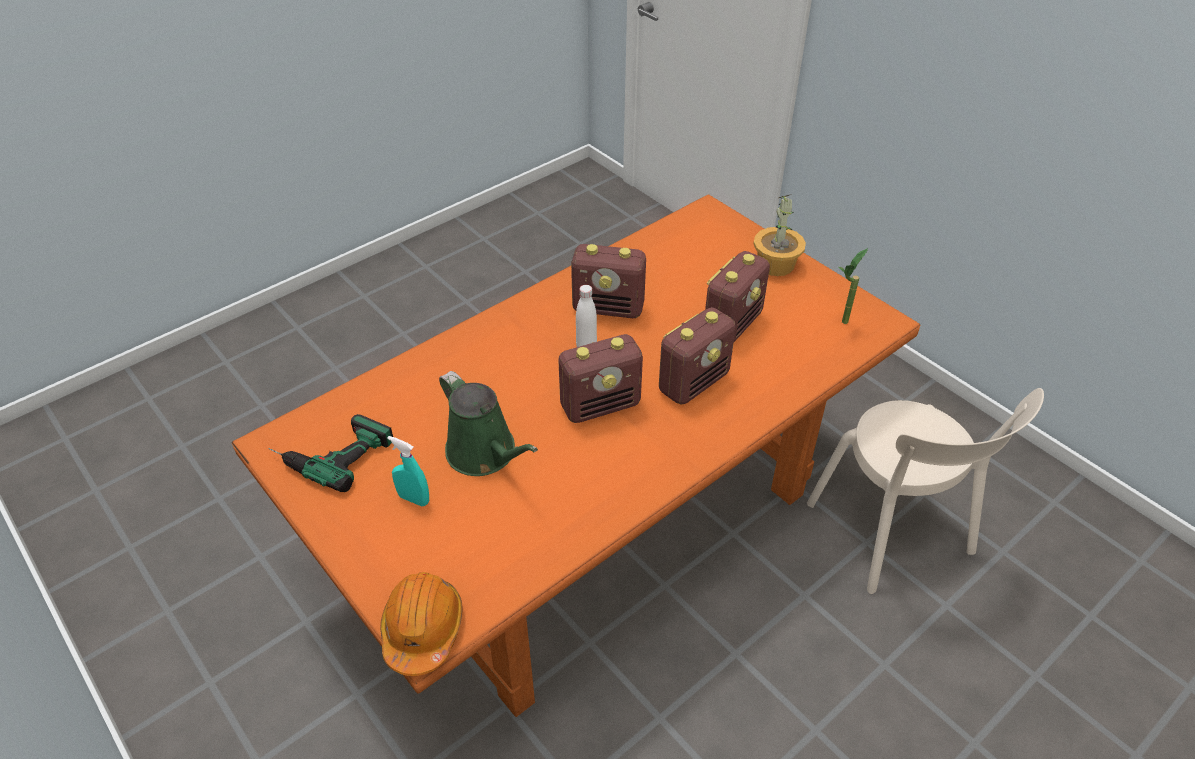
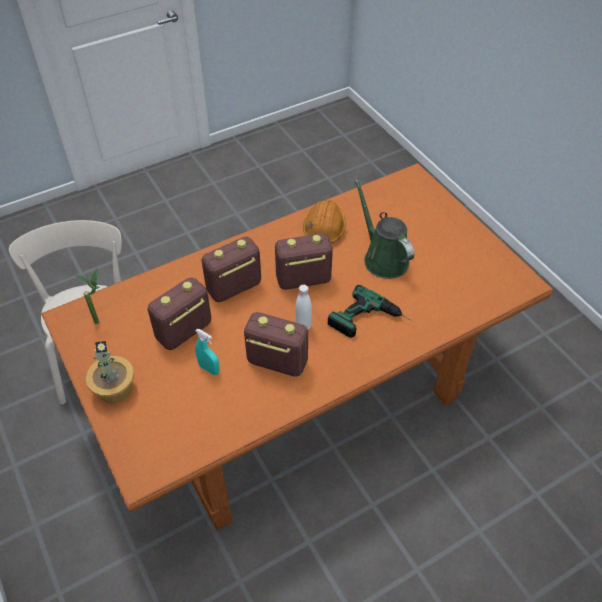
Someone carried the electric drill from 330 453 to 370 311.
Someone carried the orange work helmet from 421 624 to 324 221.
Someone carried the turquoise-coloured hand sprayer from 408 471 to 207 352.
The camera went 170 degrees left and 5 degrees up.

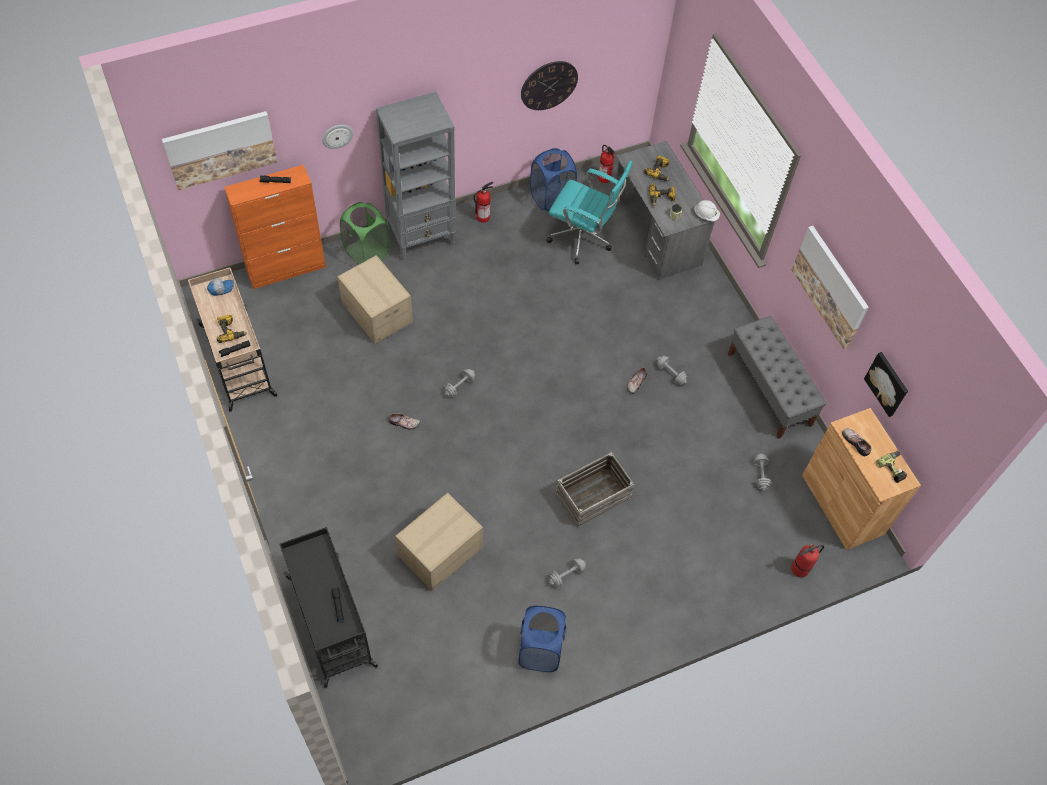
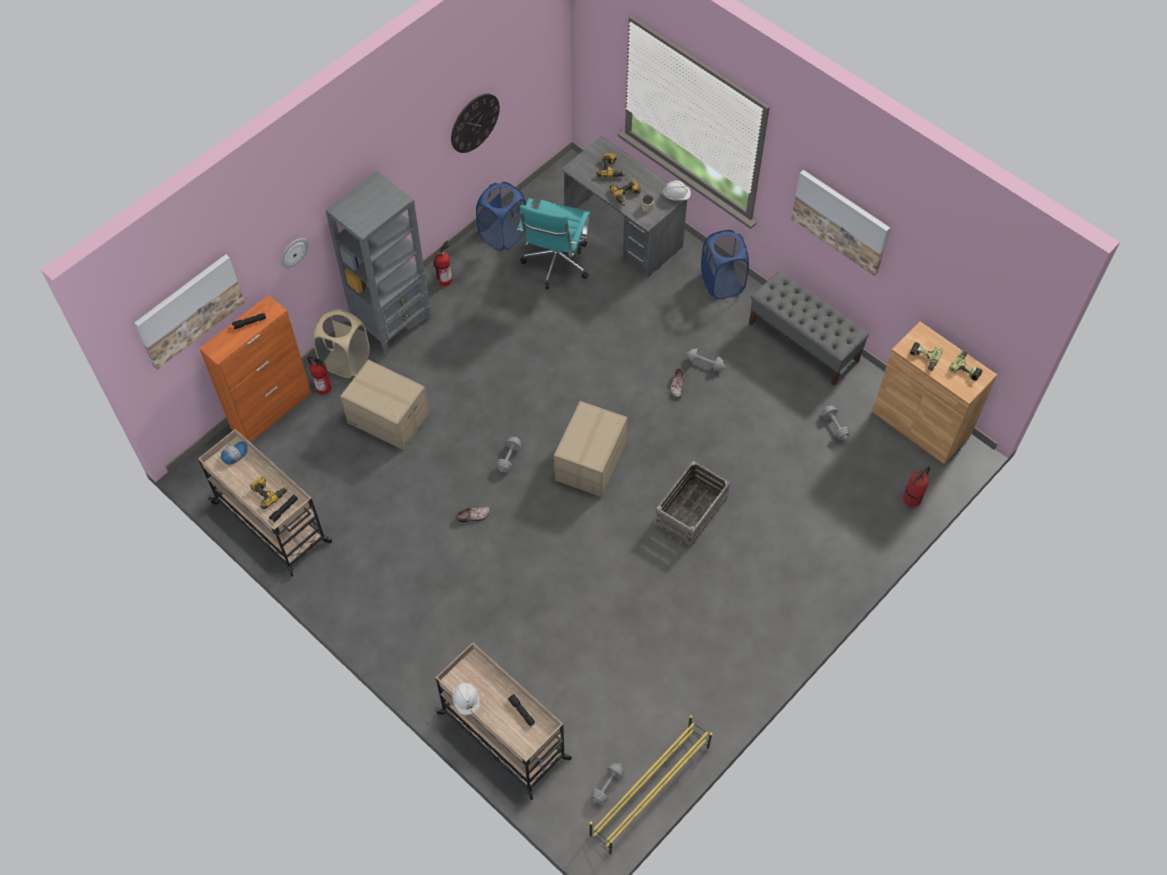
Someone repainted the black wheeled cart at 328 607, which became the beige-coloured wheeled cart at 503 721.
Someone repainted the greenish washing basket at 365 233, which became the beige-coloured washing basket at 341 343.
Someone carried the cardboard box from 439 542 to 590 449.
Someone carried the bluish washing basket from 542 639 to 725 264.
Someone rotated the turquoise-coloured desk chair at 589 212 by 105 degrees clockwise.
Someone carried the greyish free weight from 567 572 to 607 783.
Someone carried the fire extinguisher from 606 164 to 319 375.
Someone swapped the shoe at 856 442 for the electric drill at 926 356.
Someone took away the picture at 886 384.
Someone put down the white-coloured work helmet at 466 699.
Someone put down the yellow shoe rack at 650 785.
The camera went 20 degrees left and 0 degrees up.

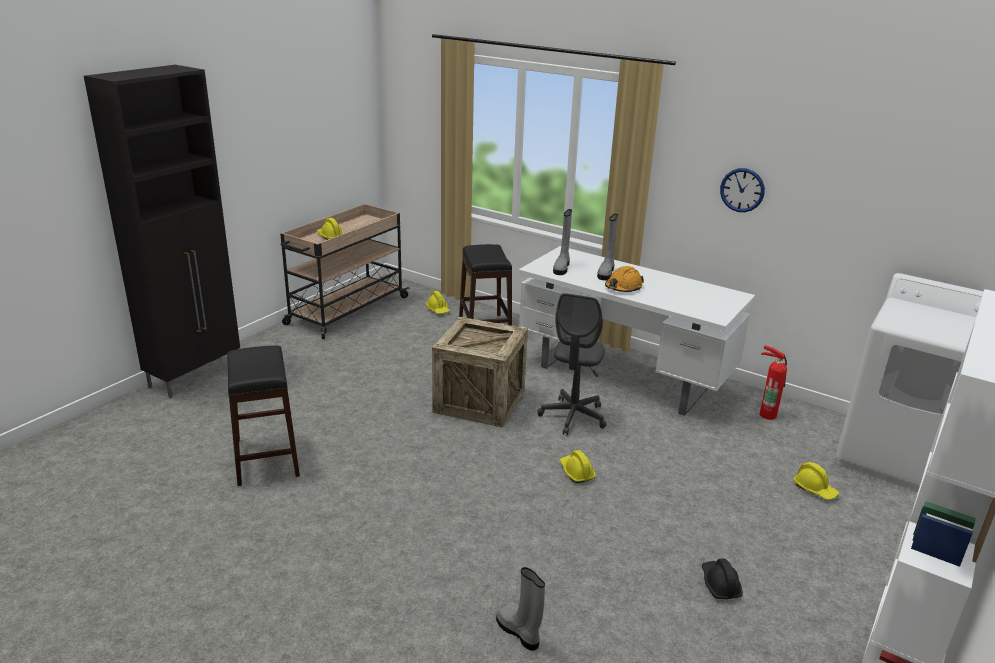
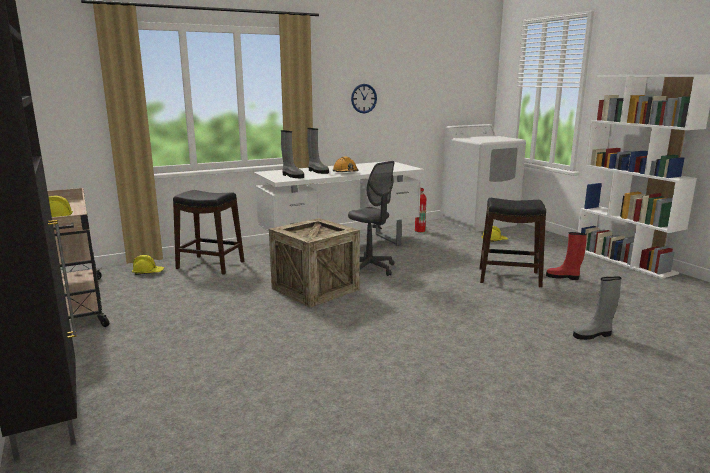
Someone carried the black stool seat from 263 415 to 512 242.
Someone took away the yellow work helmet at 578 466.
Someone swapped the black work helmet at 722 579 for the red high-top boot at 566 256.
The camera went 60 degrees left and 10 degrees down.

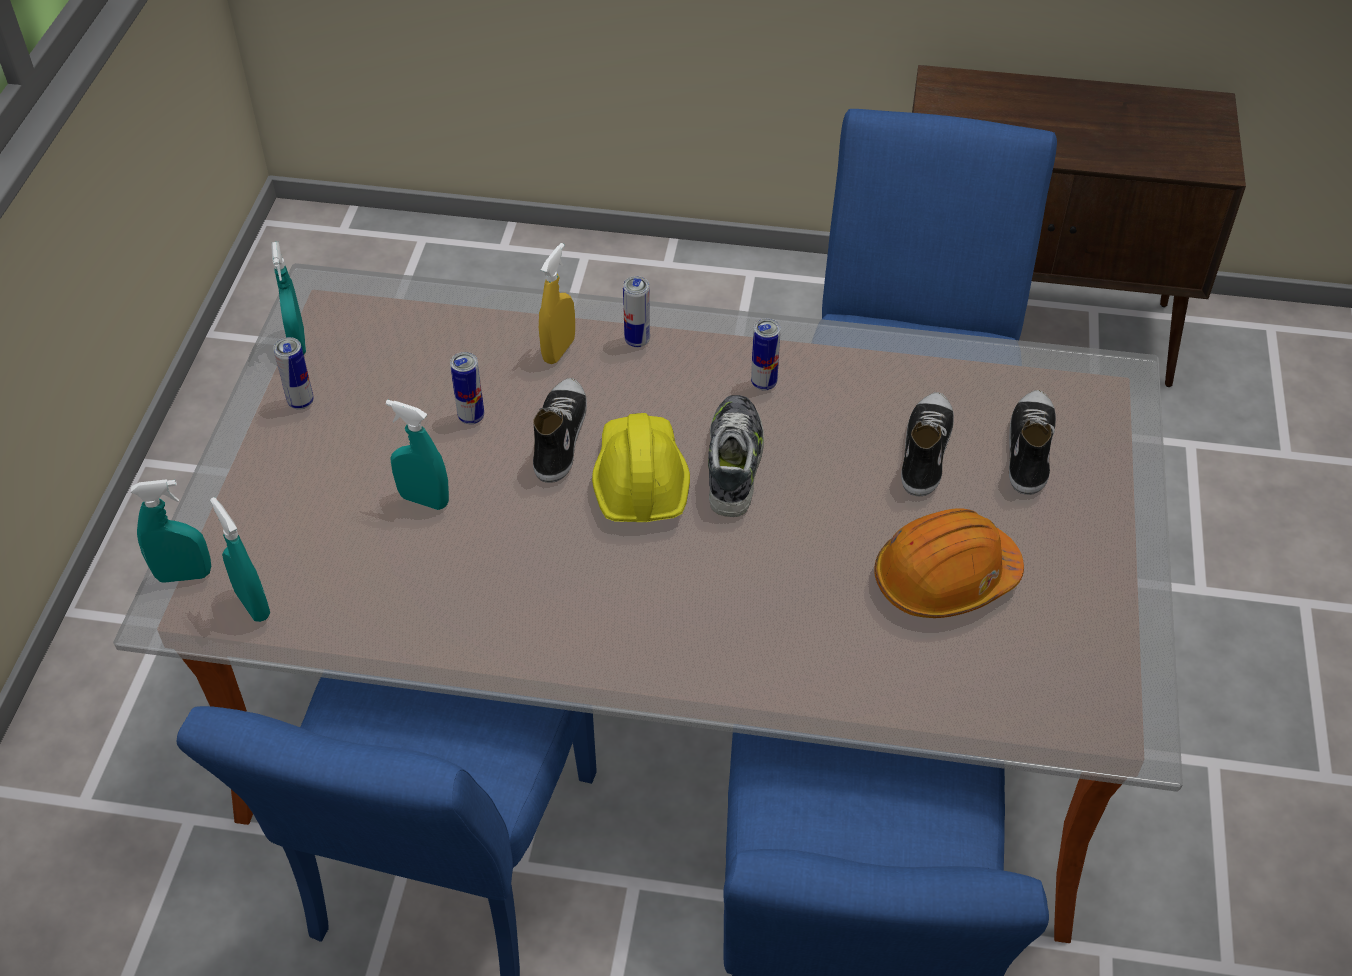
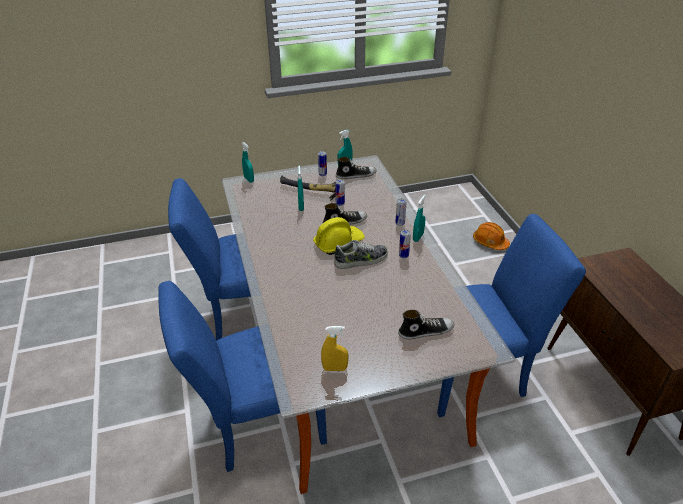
Someone carried the turquoise-coloured hand sprayer from 240 559 to 419 218.
Someone carried the yellow hand sprayer from 557 303 to 334 348.
Someone carried the orange work helmet from 949 563 to 491 236.
Someone carried the shoe from 927 444 to 356 168.
Someone put down the tool hammer at 308 188.
The camera went 65 degrees right and 10 degrees down.

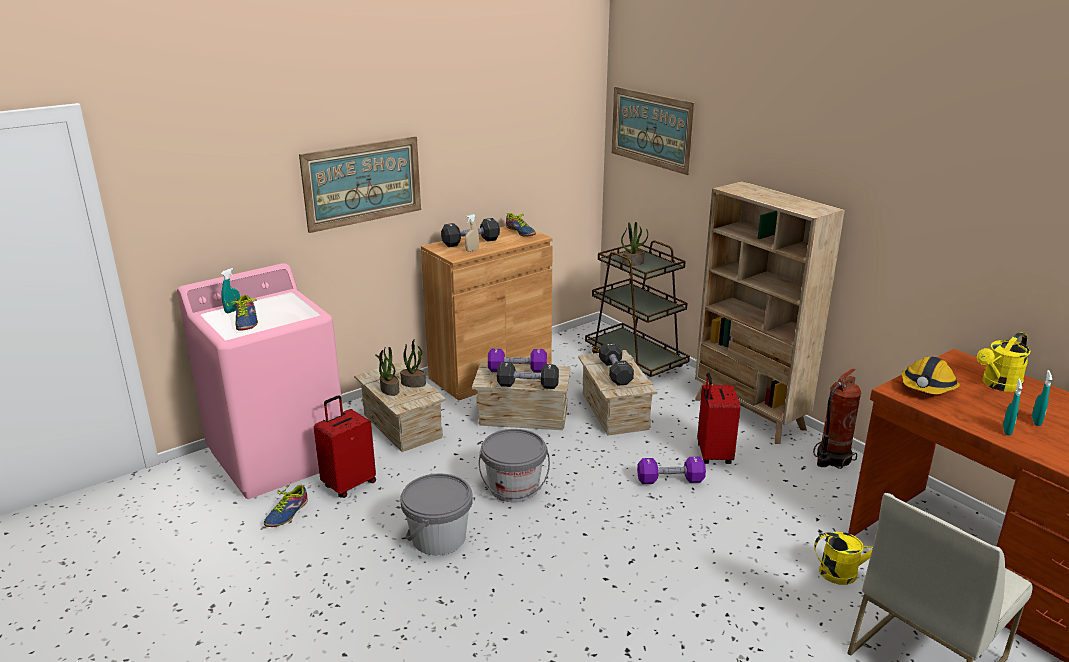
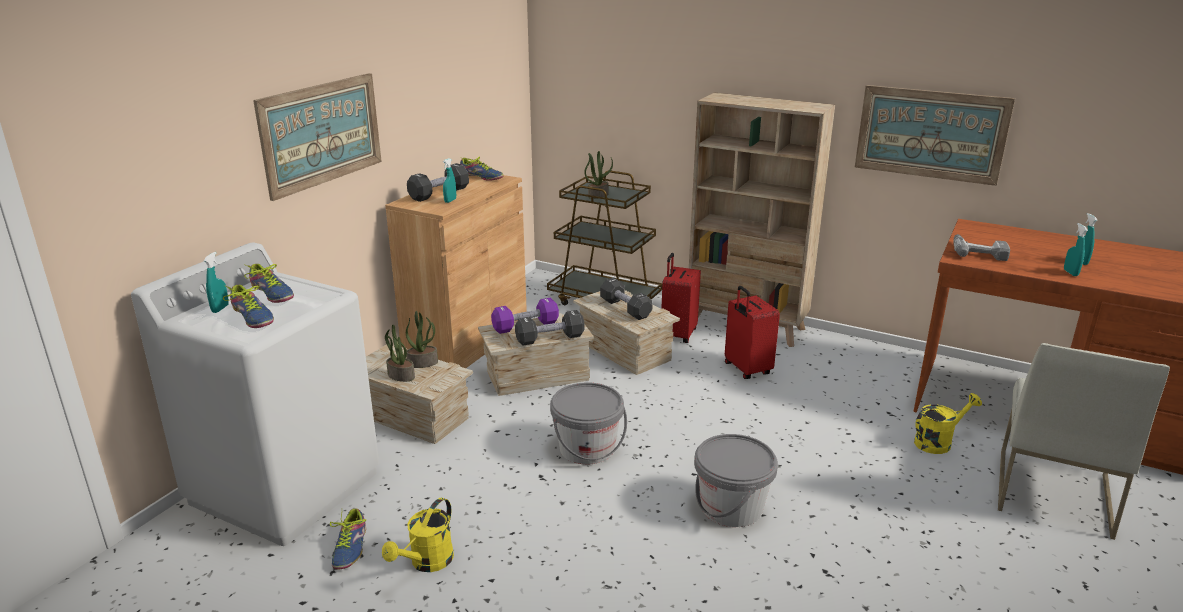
Someone repainted the pink-coloured laundry appliance at 260 381, which became the white-coloured laundry appliance at 255 394.
Someone carried the red travel case from 345 446 to 681 298.
Someone carried the greyish bucket from 436 514 to 736 480.
Someone repainted the beige-coloured hand sprayer at 472 233, which became the turquoise-coloured hand sprayer at 449 180.
Someone carried the picture from 654 131 to 935 135.
Someone took away the purple-coloured free weight at 671 470.
Someone took away the fire extinguisher at 837 418.
Someone swapped the work helmet at 931 375 for the electric drill at 982 247.
Someone carried the yellow sprinkling can from 1004 362 to 418 535.
Someone put down the shoe at 269 283.
The camera went 25 degrees left and 0 degrees up.

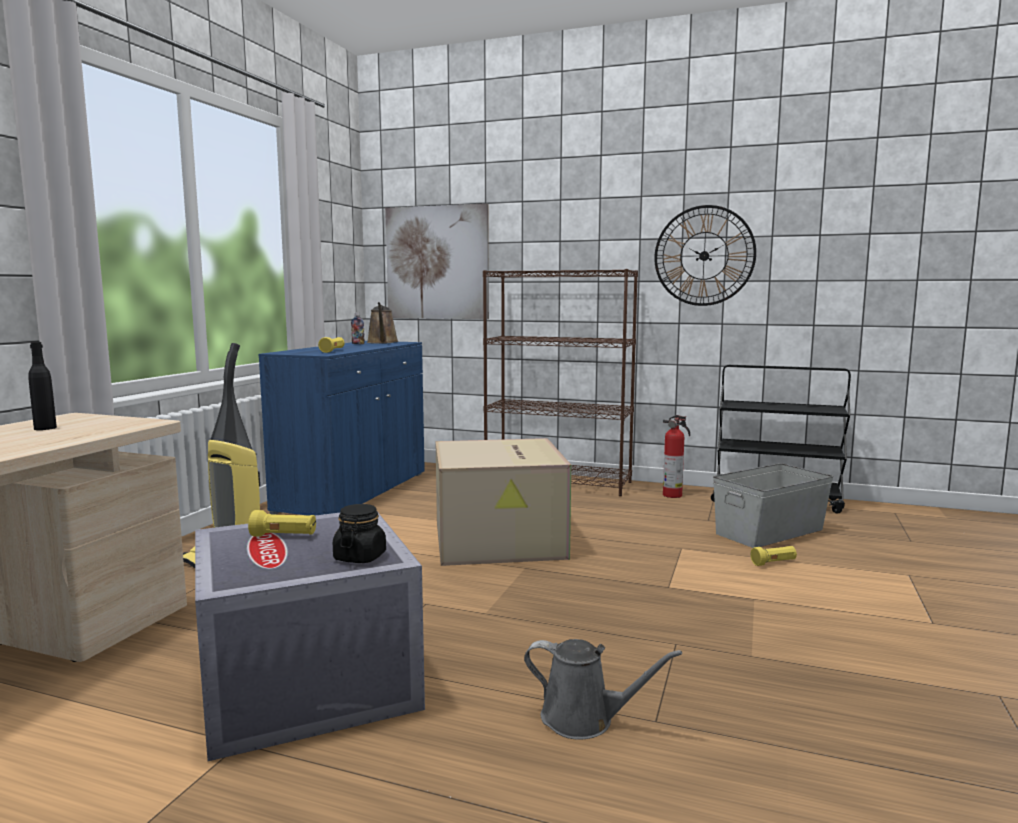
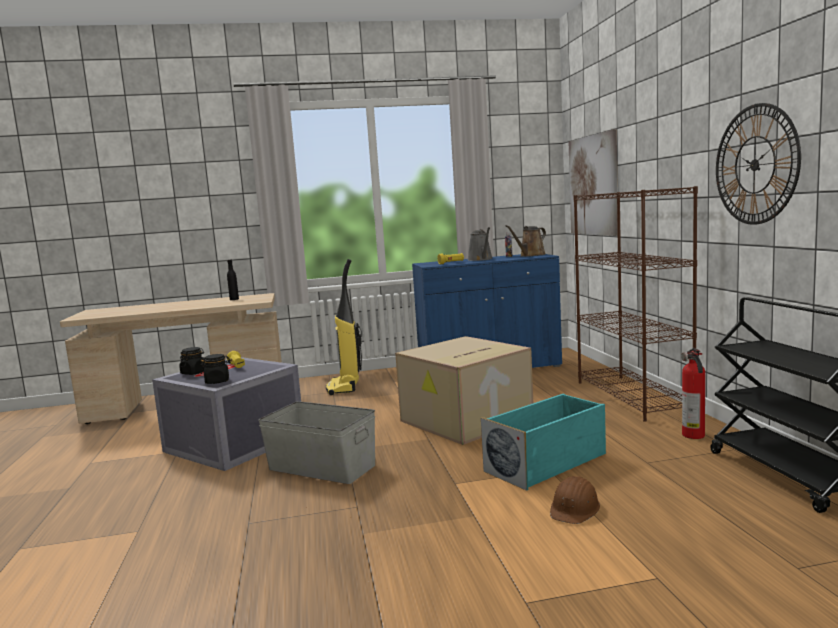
Someone carried the greyish sprinkling can from 603 689 to 480 244.
Someone carried the greyish storage box from 773 505 to 316 442.
Someone swapped the yellow flashlight at 773 556 for the brown work helmet at 575 500.
Someone put down the black jar at 192 361.
Someone put down the turquoise-coloured storage box at 543 442.
The camera went 60 degrees right and 0 degrees up.

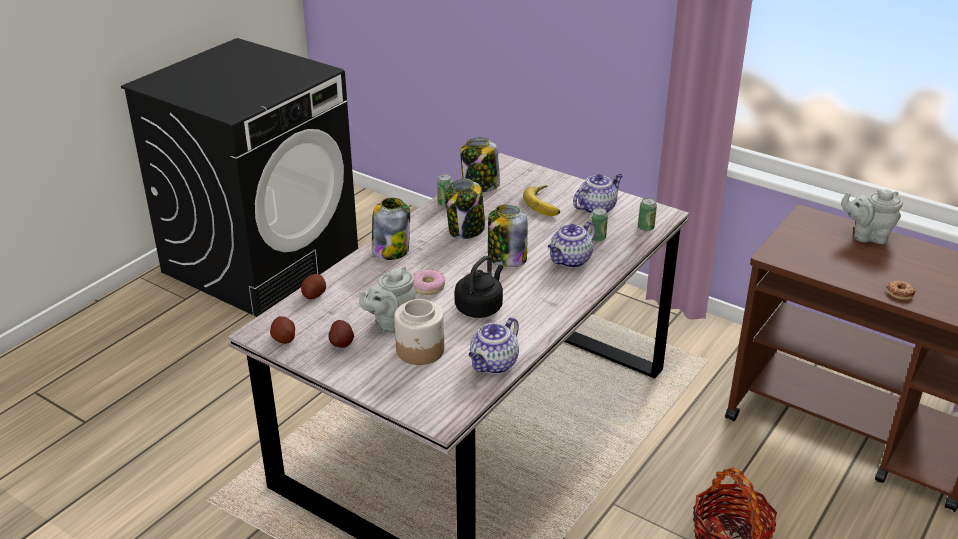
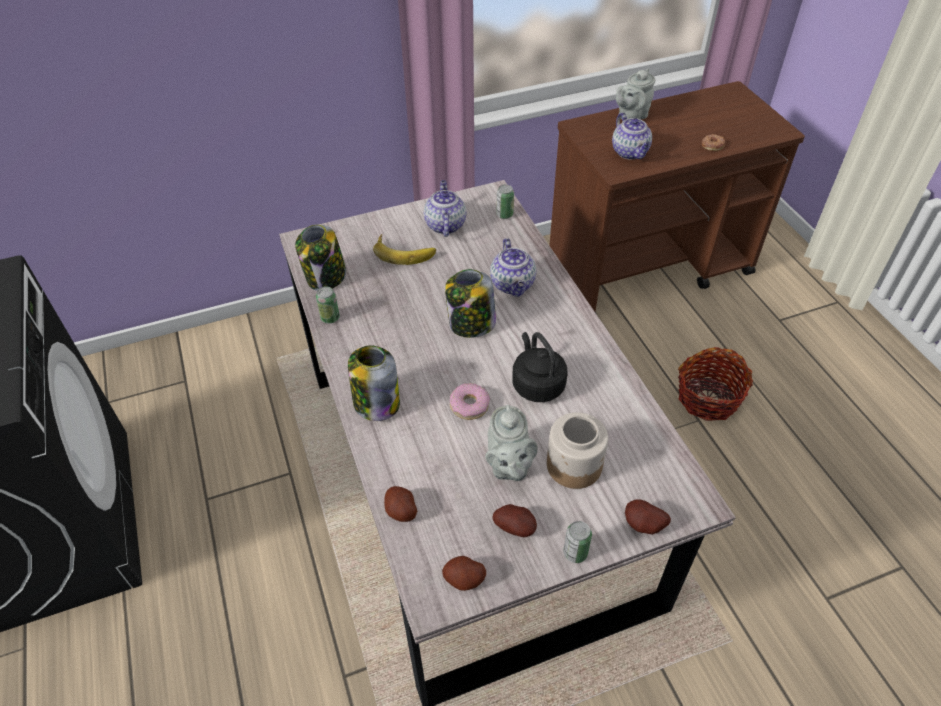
Someone took away the jar at 465 209.
Someone carried the tea pot from 494 345 to 632 136.
Someone carried the metal can from 599 225 to 577 542.
Someone put down the potato at 648 516.
The camera went 55 degrees left and 15 degrees up.

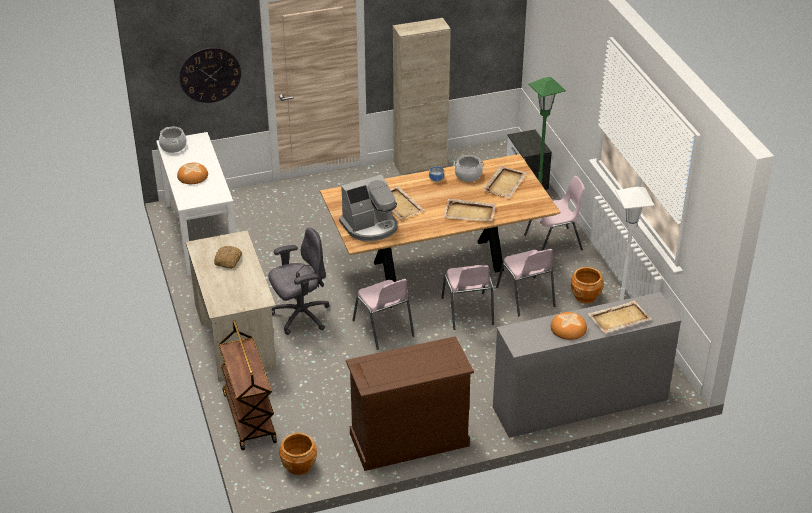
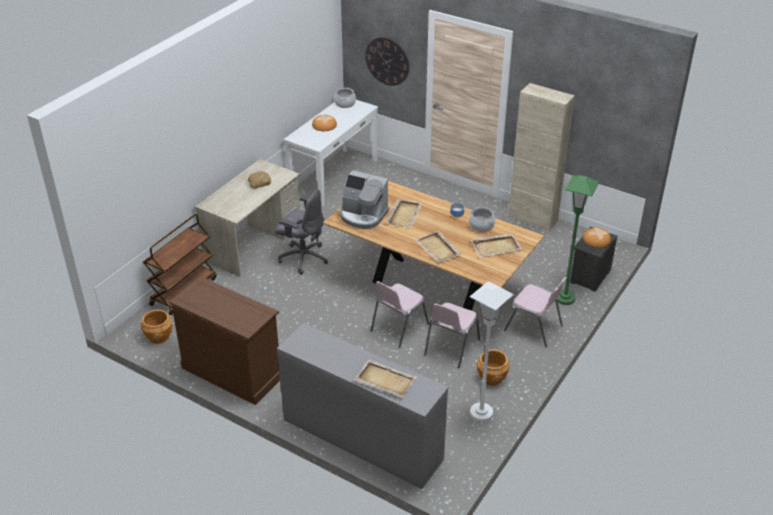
Someone took away the pink-coloured upright chair at 383 314.
Someone carried the bread from 569 326 to 597 238.
The camera went 50 degrees right and 0 degrees up.

